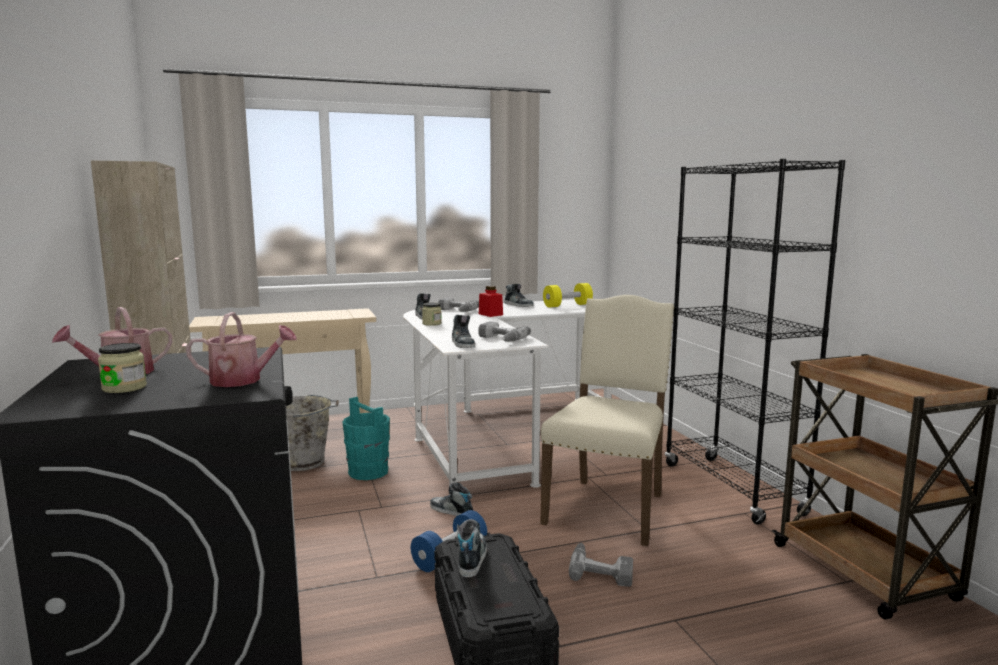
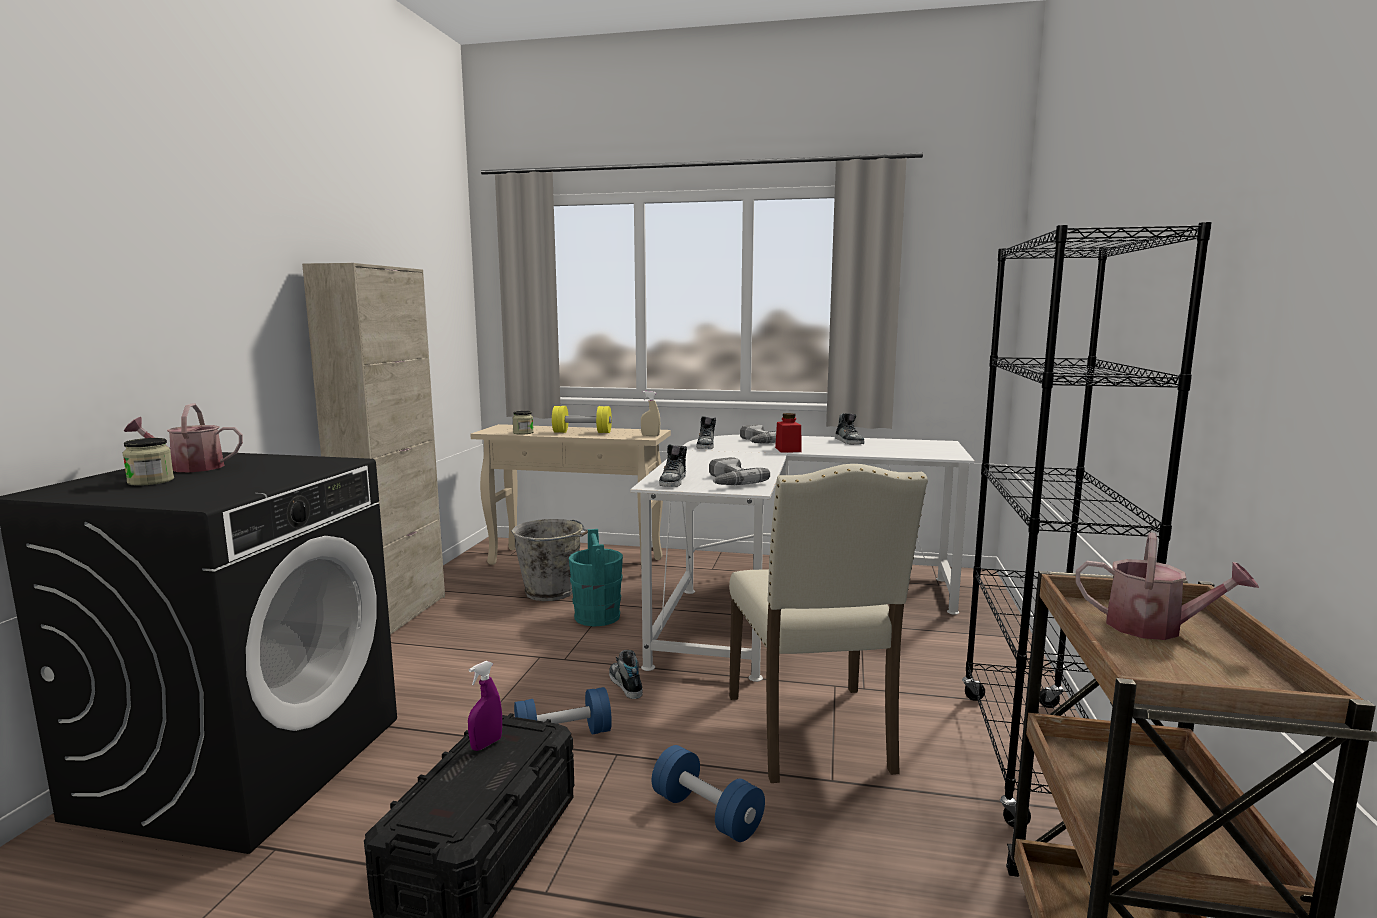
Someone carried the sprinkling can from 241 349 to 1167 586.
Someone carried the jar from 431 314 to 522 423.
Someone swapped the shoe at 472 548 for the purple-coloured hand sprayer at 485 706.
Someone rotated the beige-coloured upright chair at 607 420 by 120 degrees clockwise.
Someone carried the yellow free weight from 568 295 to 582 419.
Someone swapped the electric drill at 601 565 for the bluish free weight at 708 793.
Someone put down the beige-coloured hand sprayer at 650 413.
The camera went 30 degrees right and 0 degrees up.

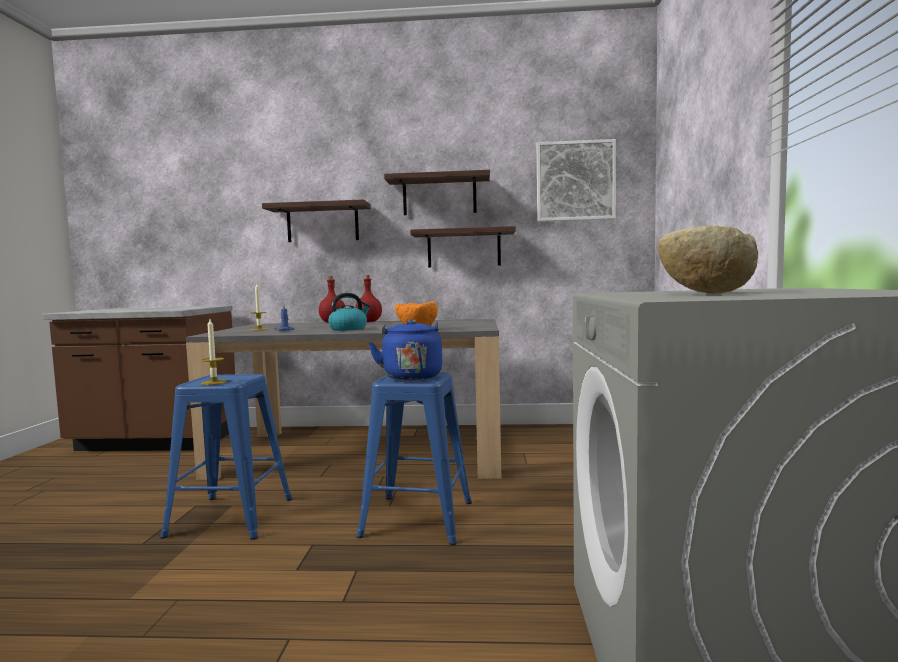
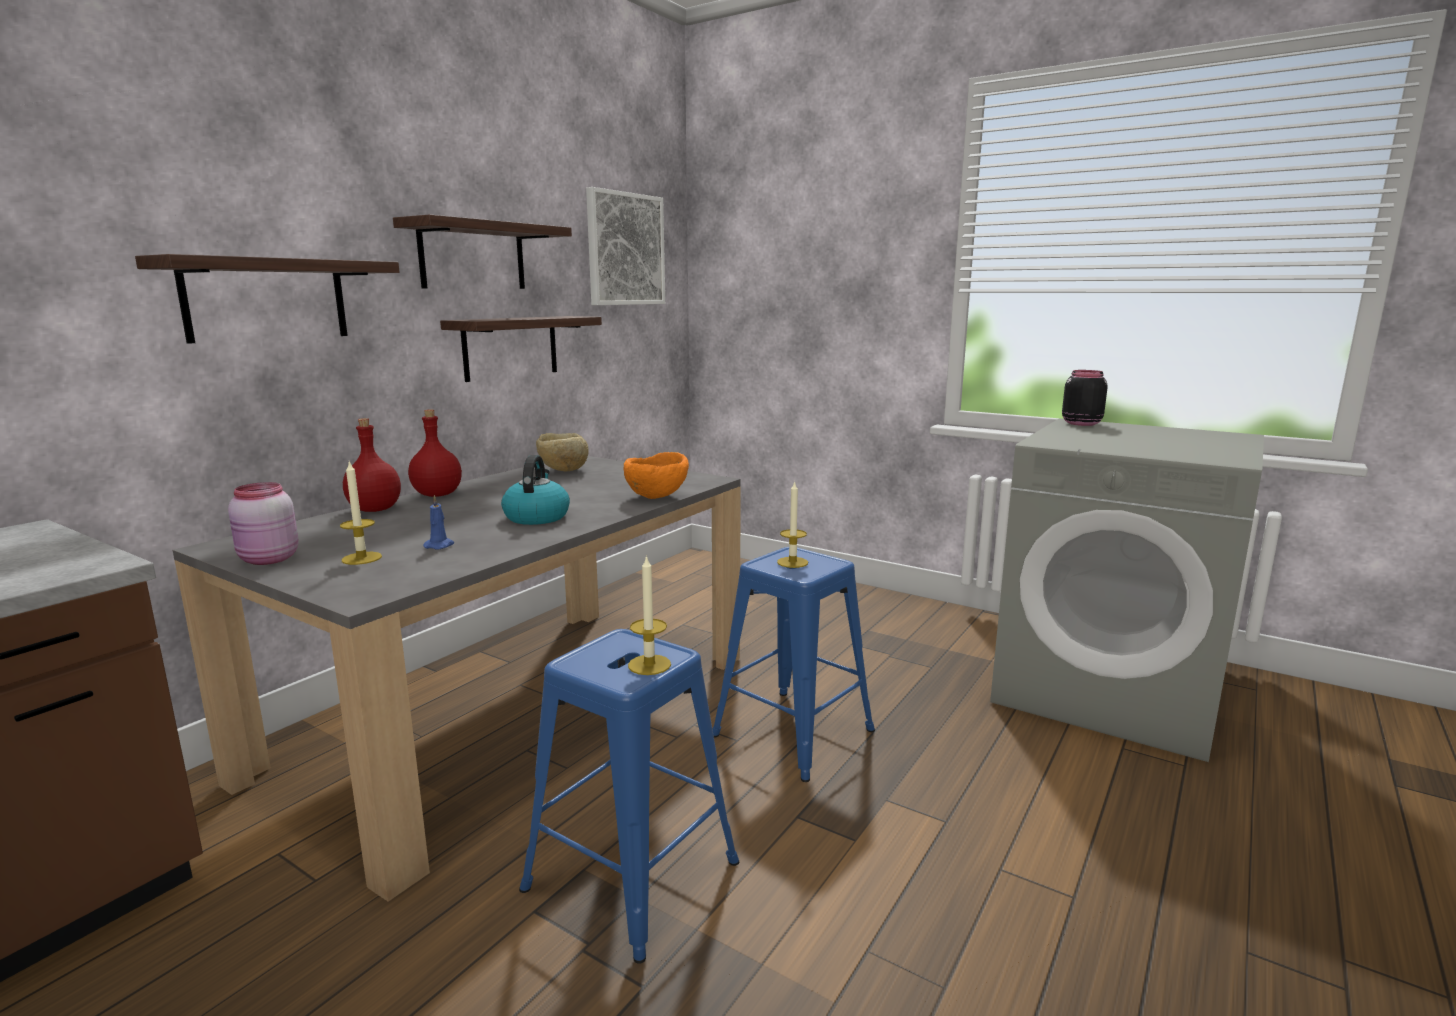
Someone swapped the bluish kettle at 405 349 for the candle at 792 524.
Someone carried the beige-coloured bowl from 708 260 to 562 452.
Someone put down the pink-coloured jar at 263 523.
Someone put down the black jar at 1085 398.
The camera went 60 degrees left and 10 degrees up.

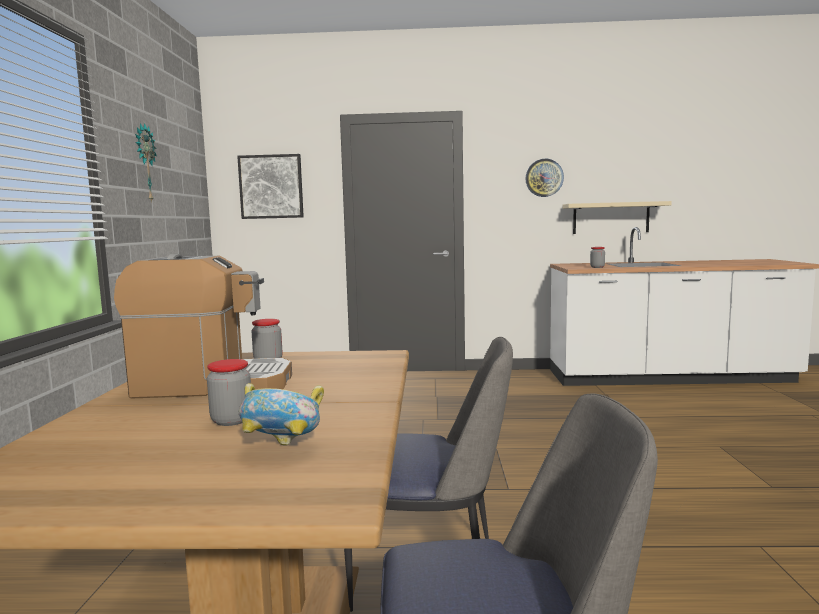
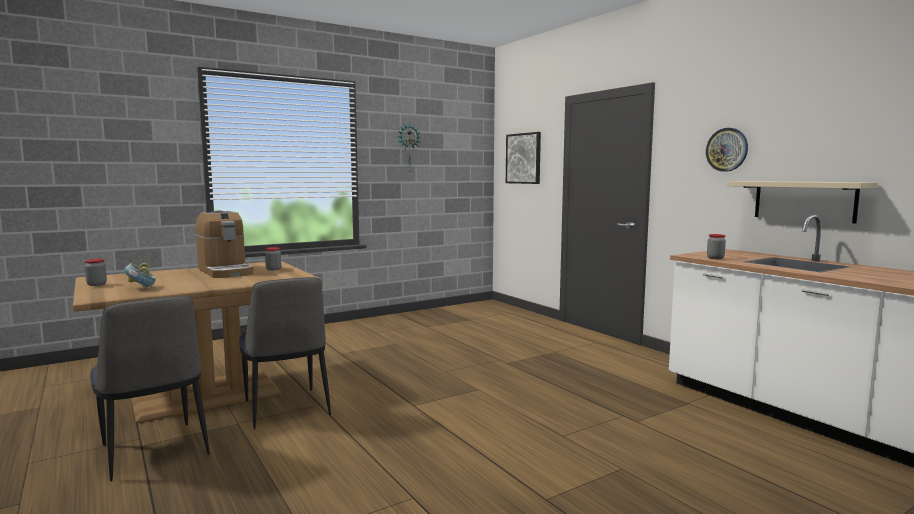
Someone carried the jar from 229 392 to 96 272.
The camera went 55 degrees right and 0 degrees up.

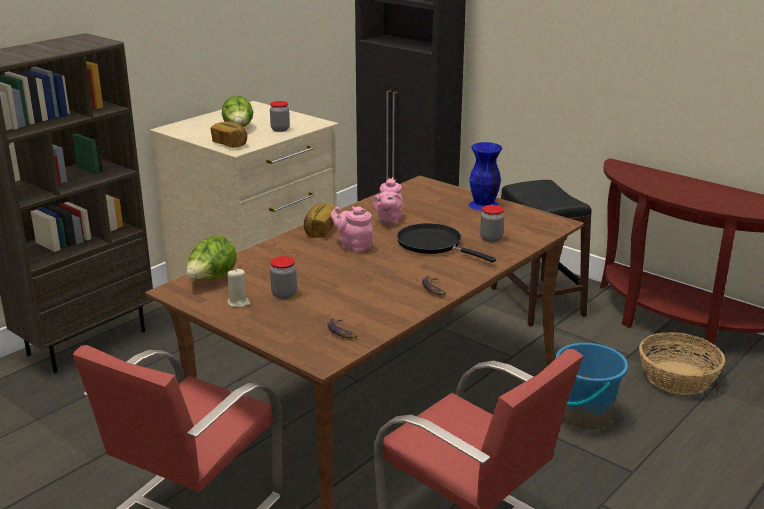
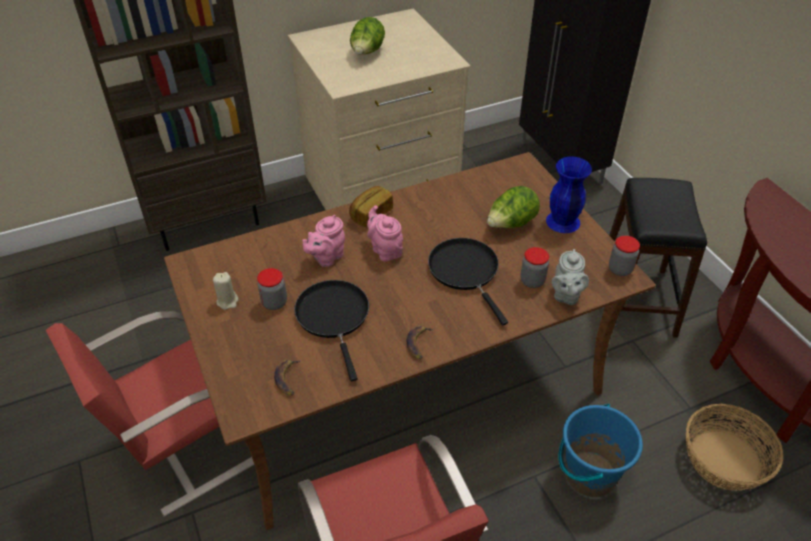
Someone carried the head of lettuce from 211 258 to 513 207.
Someone took away the bread at 229 135.
Someone carried the jar from 280 116 to 624 256.
Someone carried the pink-coloured tea pot from 388 201 to 323 241.
Someone put down the black skillet at 331 330.
Someone put down the greyish tea pot at 570 277.
The camera went 25 degrees right and 20 degrees up.

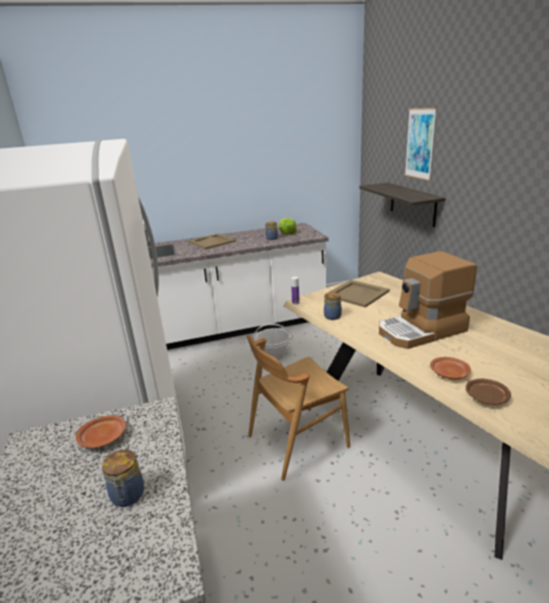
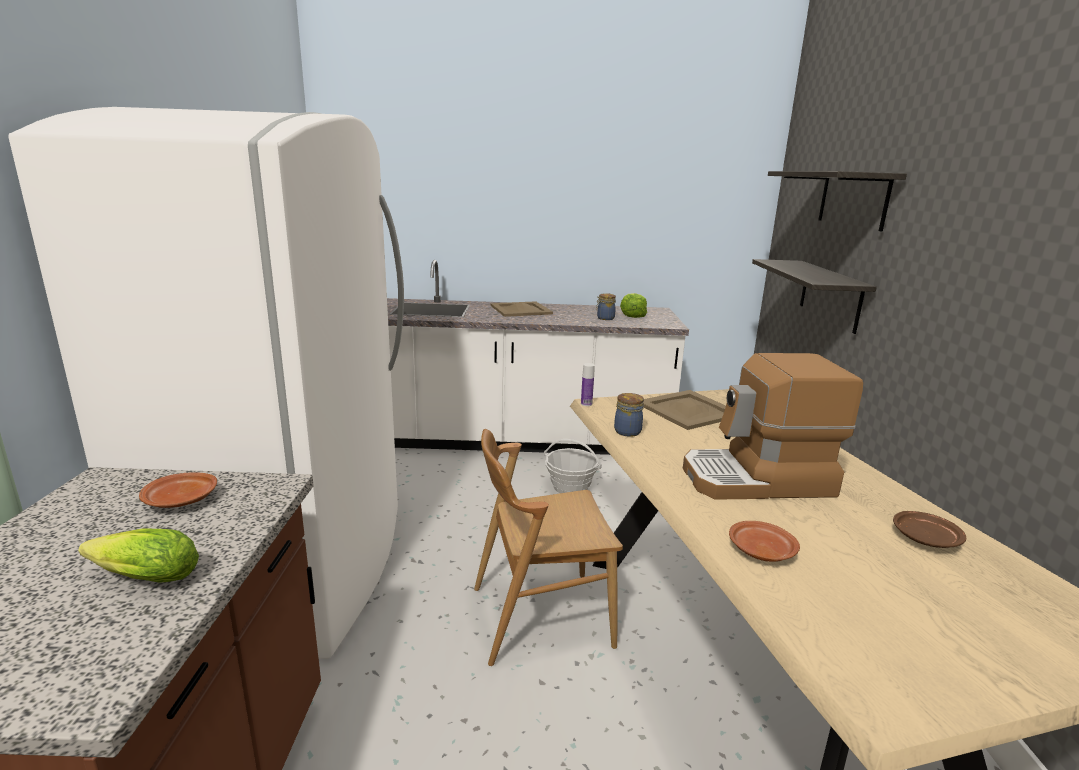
Someone swapped the jar at 123 478 for the head of lettuce at 138 556.
Someone swapped the picture at 421 144 for the wall shelf at 837 201.
Someone carried the brown dinner plate from 488 392 to 929 529.
The camera went 15 degrees right and 5 degrees down.

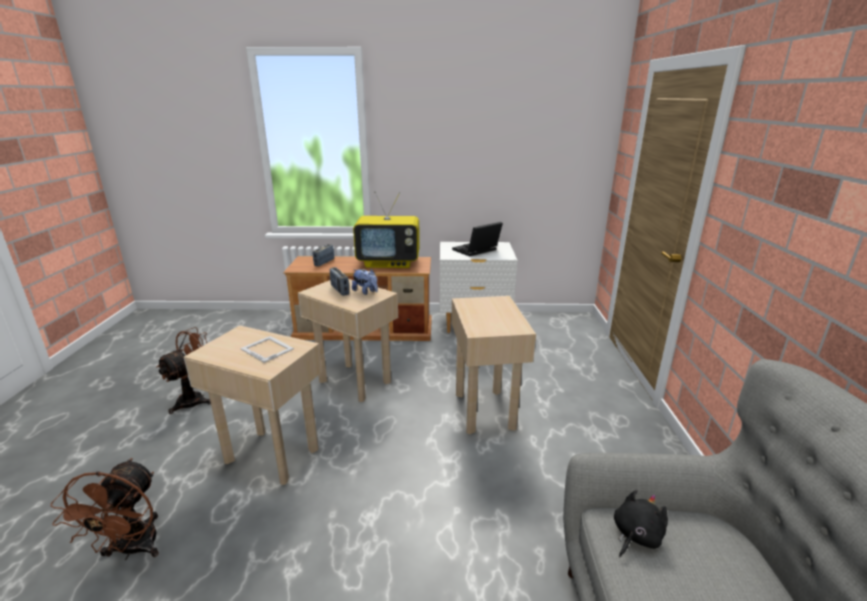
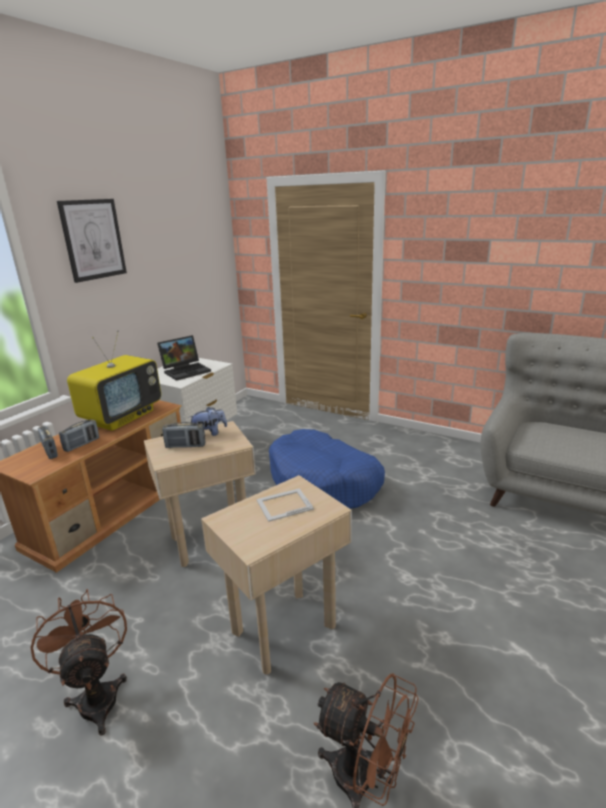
Someone swapped the beige-coloured end table at 493 365 for the bluish dog cushion at 327 469.
Someone rotated the notebook computer at 477 239 by 120 degrees counterclockwise.
Someone took away the black cuddly toy at 641 523.
Someone put up the picture at 92 241.
Someone put down the radio receiver at 79 435.
The camera went 60 degrees left and 0 degrees up.

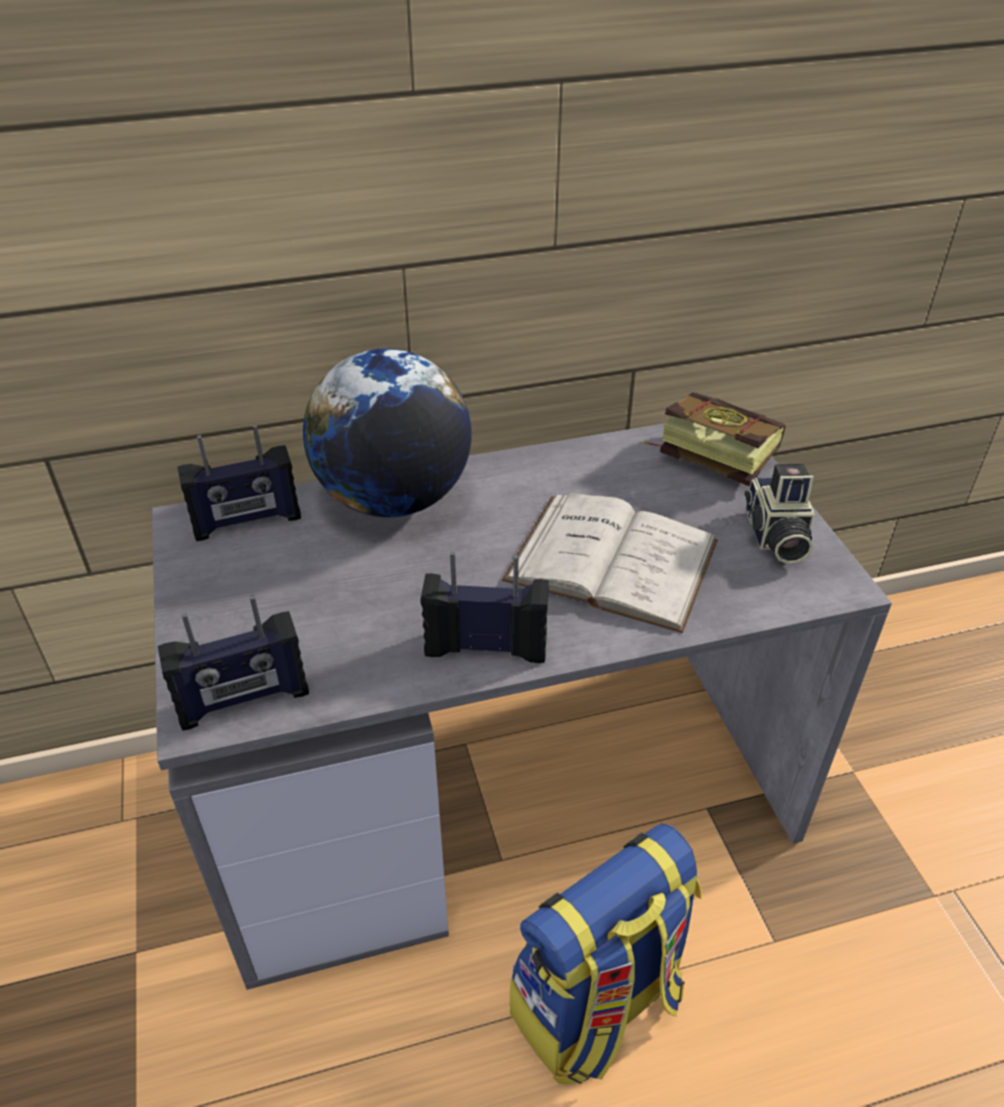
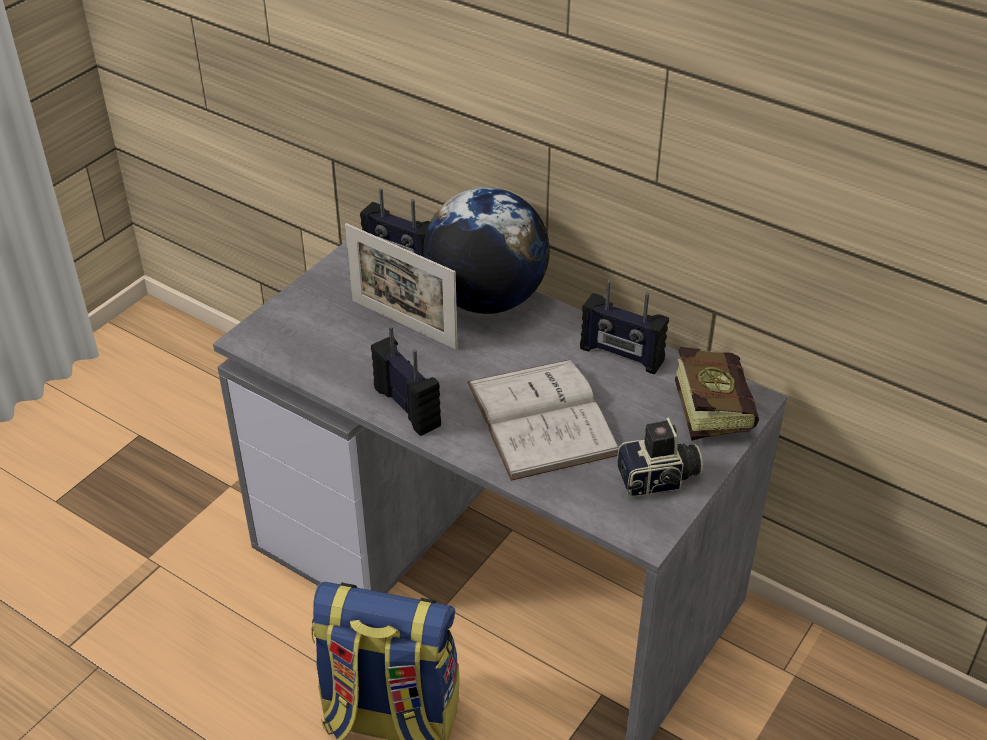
Someone carried the radio receiver from 233 662 to 624 327.
Someone rotated the photo camera at 779 513 by 150 degrees counterclockwise.
Someone put down the picture frame at 401 286.
The camera went 50 degrees right and 0 degrees up.

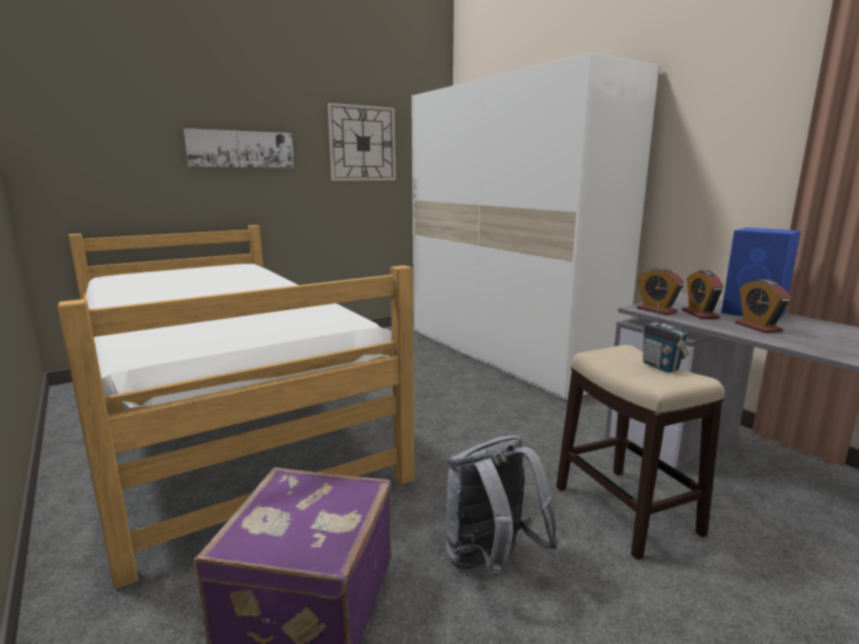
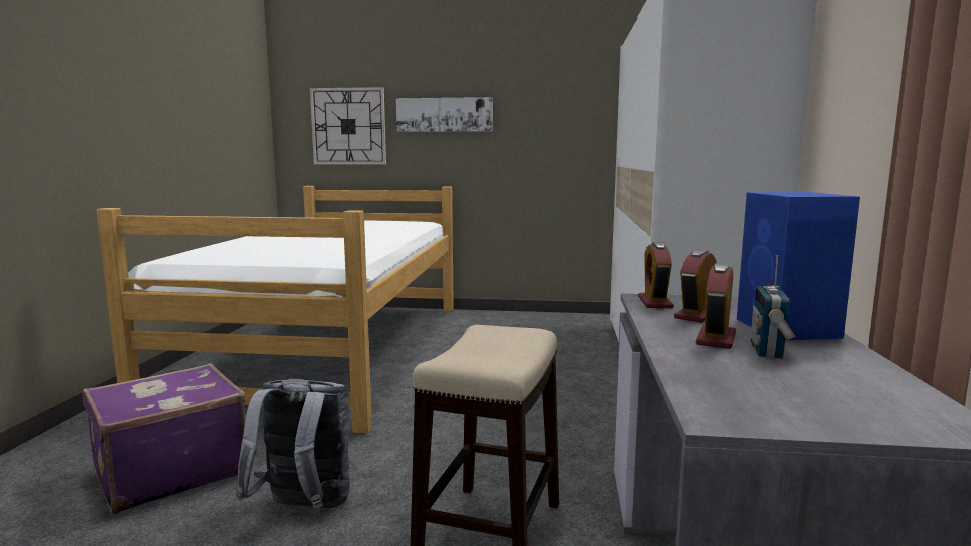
Someone carried the wall clock from 362 142 to 348 125.
Someone carried the radio receiver from 666 337 to 773 306.
The camera went 40 degrees right and 5 degrees down.

